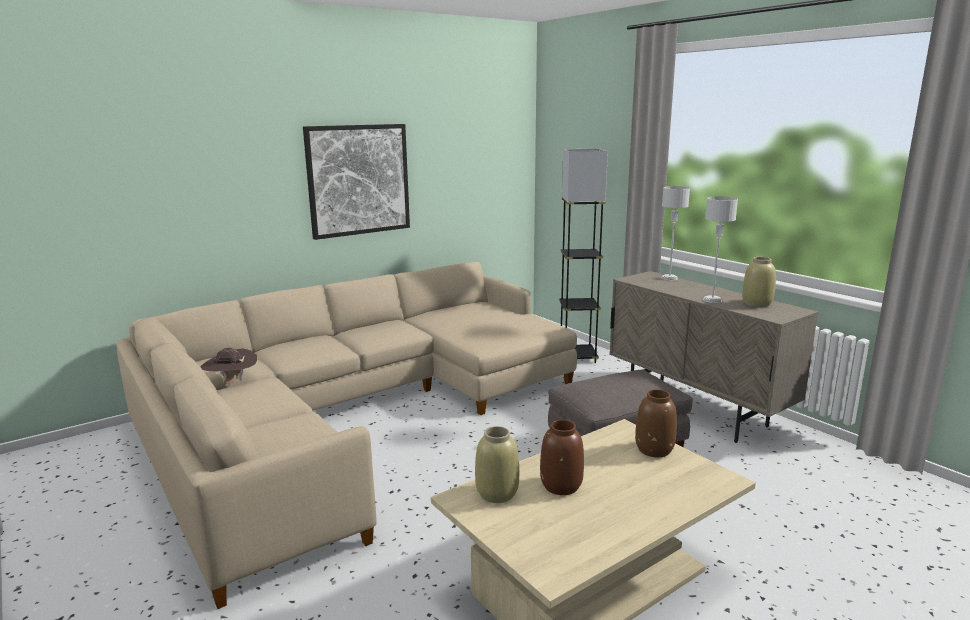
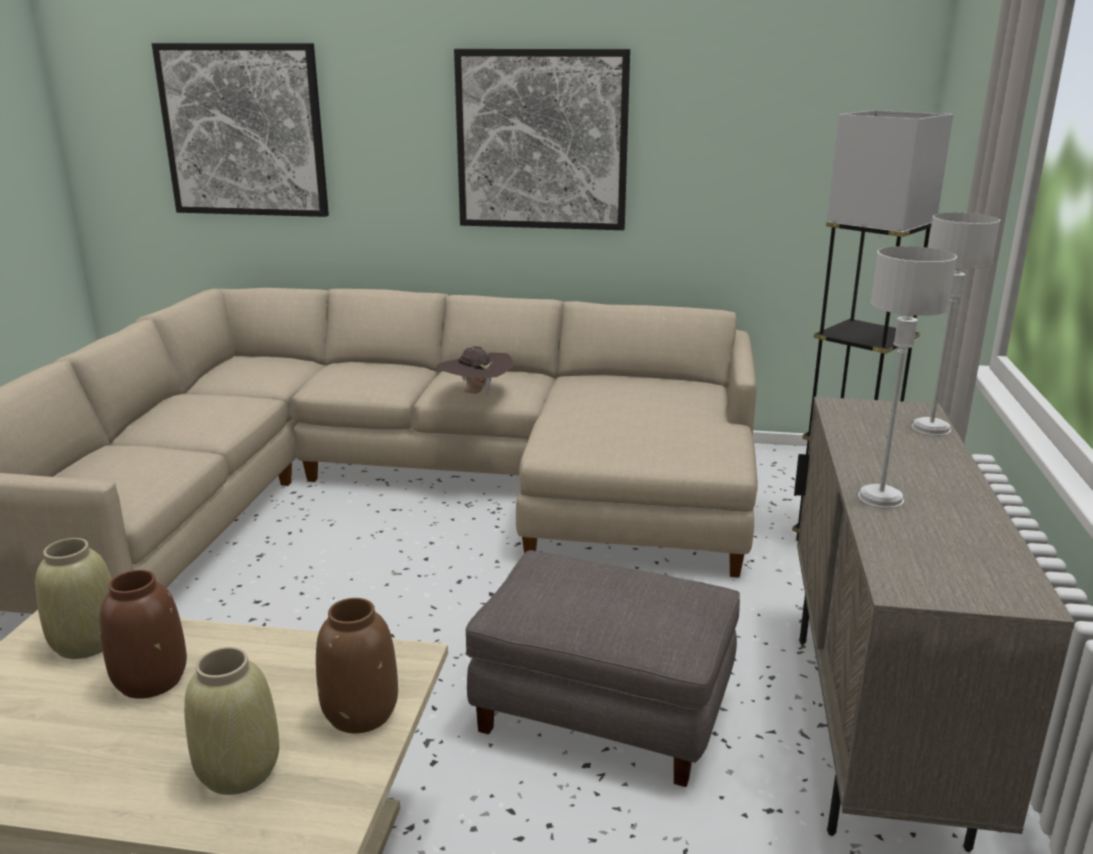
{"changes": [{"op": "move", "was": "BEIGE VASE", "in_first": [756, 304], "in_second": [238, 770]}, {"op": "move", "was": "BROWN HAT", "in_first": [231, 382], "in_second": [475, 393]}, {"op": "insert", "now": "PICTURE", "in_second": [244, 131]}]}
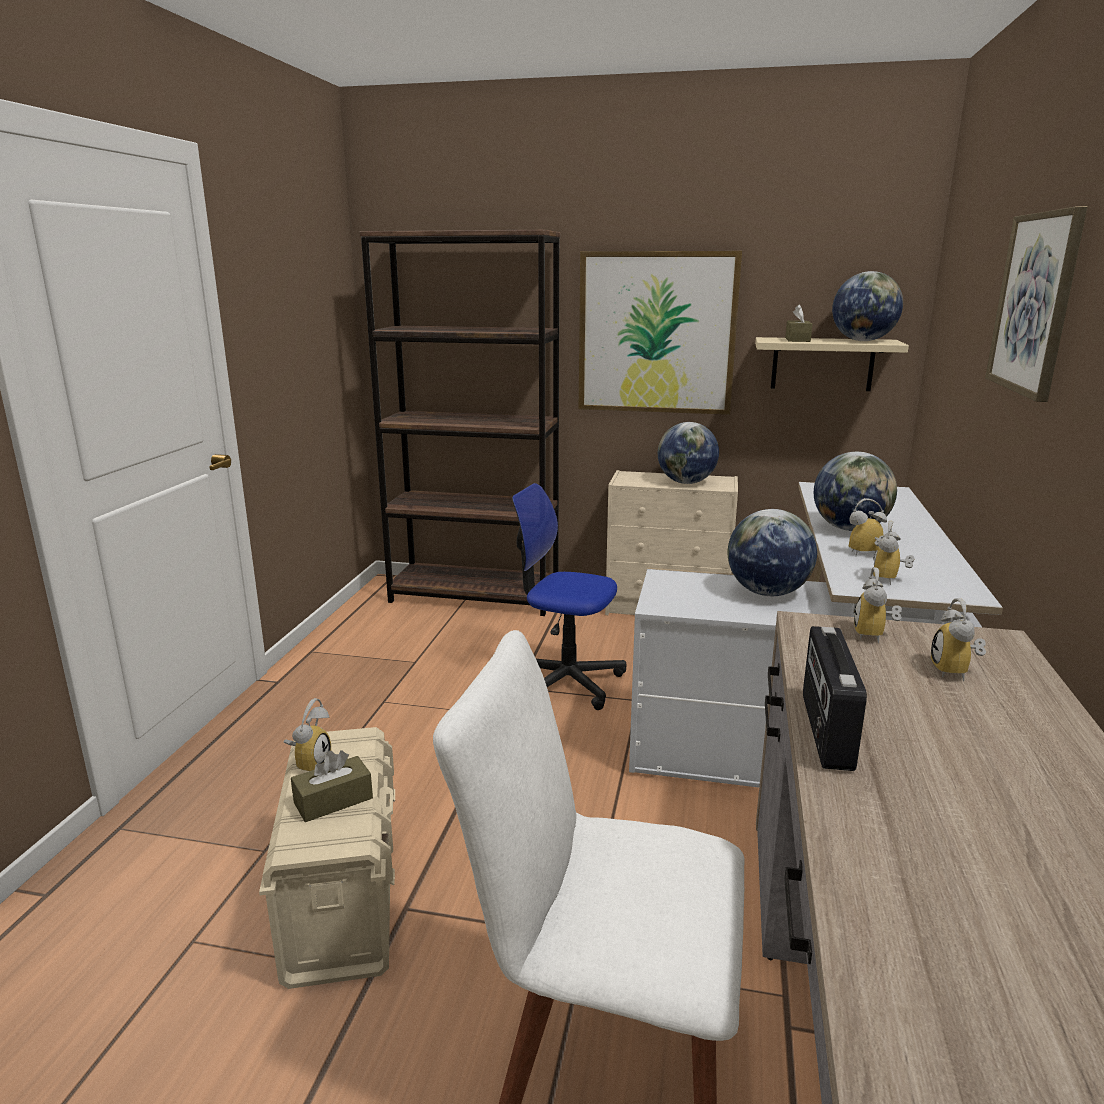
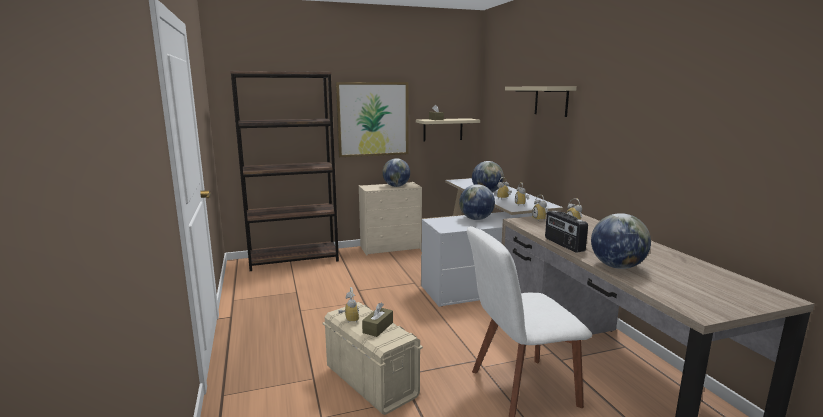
{"changes": [{"op": "replace", "was": "PICTURE", "now": "BEIGE SHELF", "in_first": [1035, 303], "in_second": [551, 101]}, {"op": "move", "was": "GLOBE", "in_first": [863, 341], "in_second": [617, 266]}, {"op": "delete", "was": "OFFICE CHAIR", "in_first": [565, 682]}]}
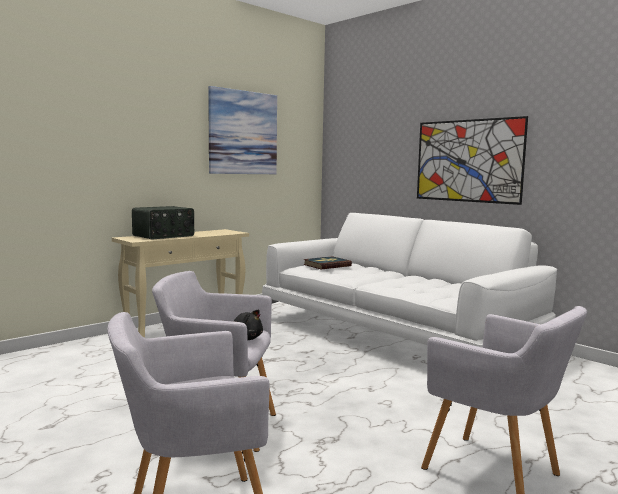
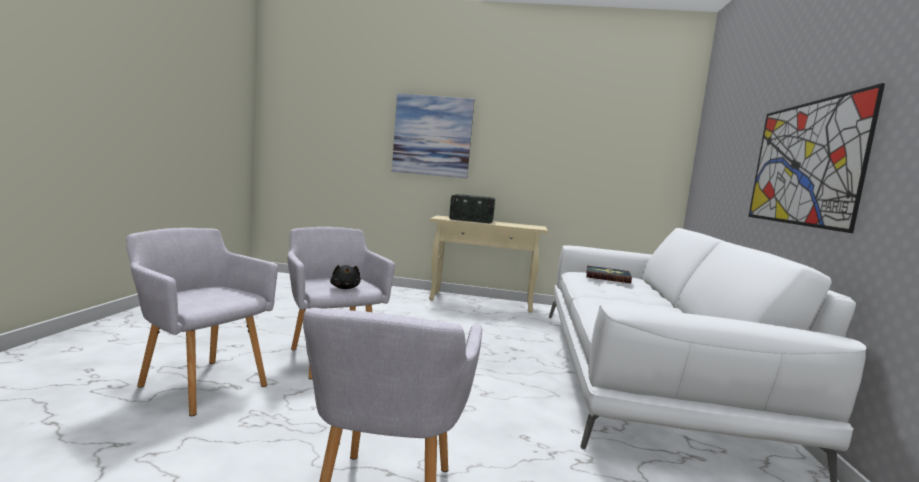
{"changes": [{"op": "move", "was": "PICTURE", "in_first": [243, 133], "in_second": [432, 136]}]}
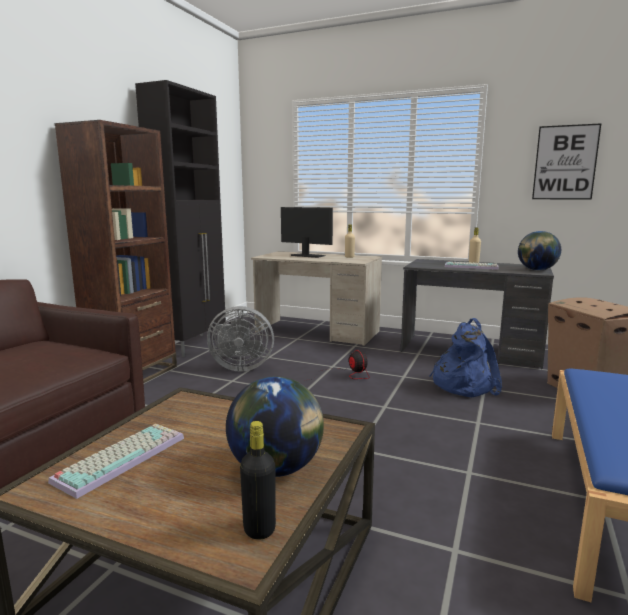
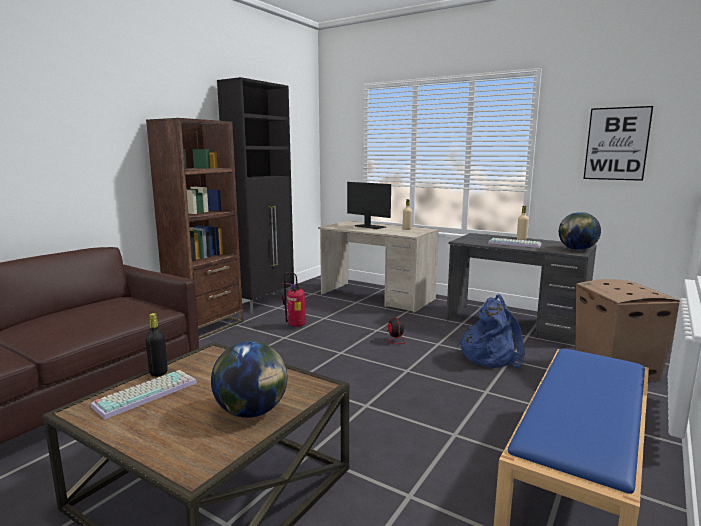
{"changes": [{"op": "replace", "was": "GREY FAN", "now": "FIRE EXTINGUISHER", "in_first": [240, 367], "in_second": [296, 326]}, {"op": "move", "was": "BLACK BOTTLE", "in_first": [259, 529], "in_second": [158, 373]}]}
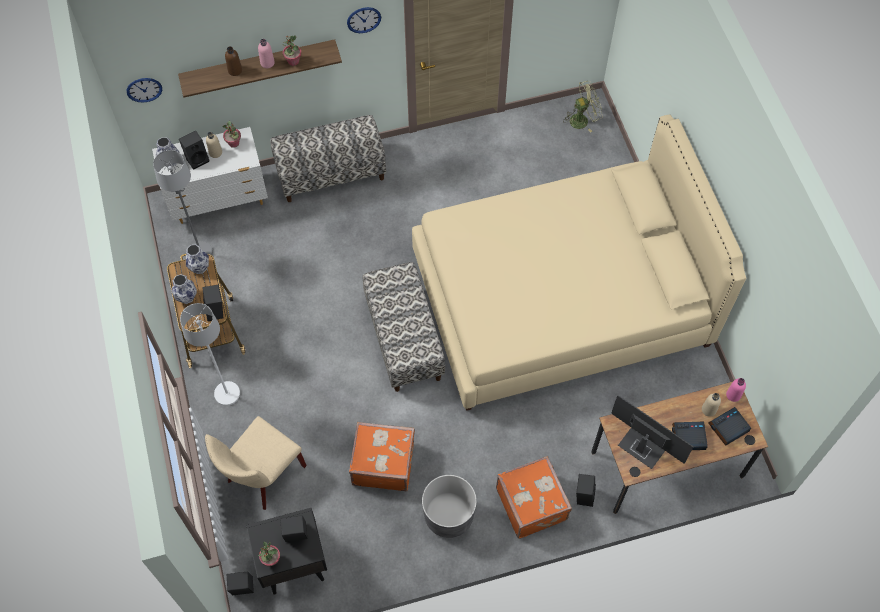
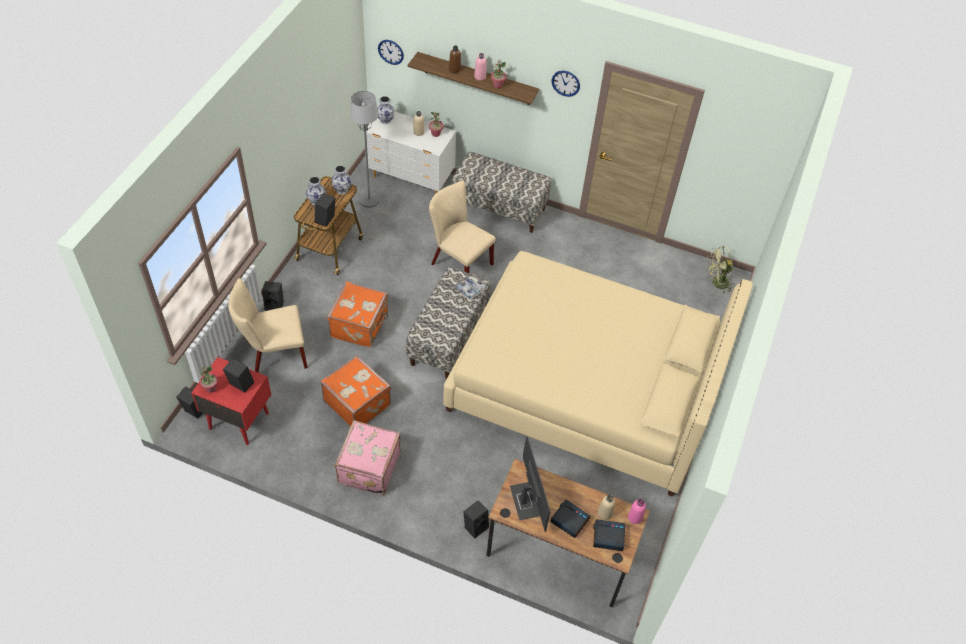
{"changes": [{"op": "rotate", "was": "GREEN FAN", "in_first": [582, 119], "in_second": [716, 283], "clockwise": 150}, {"op": "move", "was": "BLACK SPEAKER", "in_first": [197, 158], "in_second": [275, 305]}, {"op": "delete", "was": "WHITE FLOOR LAMP", "in_first": [227, 393]}, {"op": "move", "was": "ORANGE SUITCASE", "in_first": [532, 503], "in_second": [360, 325]}, {"op": "replace", "was": "GREY PLANTER", "now": "PINK SUITCASE", "in_first": [448, 515], "in_second": [368, 467]}, {"op": "recolor", "was": "BLACK NIGHTSTAND", "now": "RED NIGHTSTAND", "in_first": [292, 564], "in_second": [238, 420]}, {"op": "insert", "now": "BEIGE CHAIR", "in_second": [458, 263]}, {"op": "insert", "now": "TRAY", "in_second": [470, 288]}]}
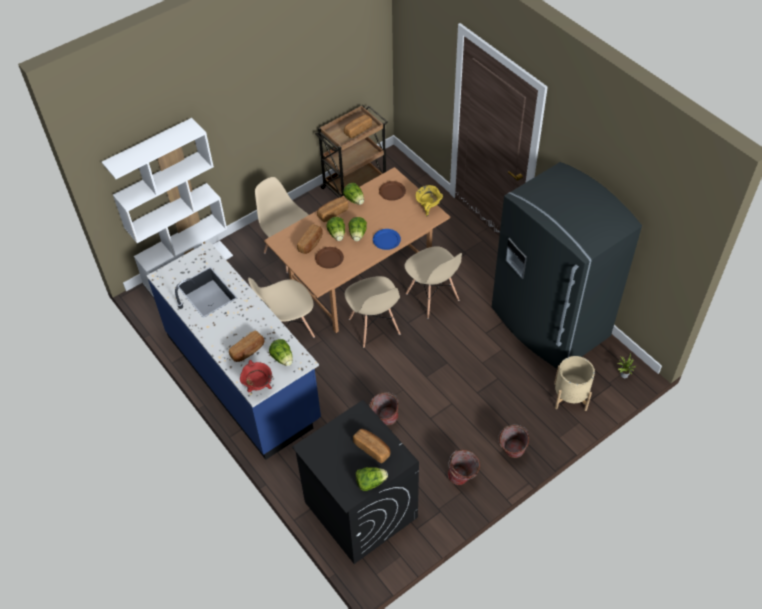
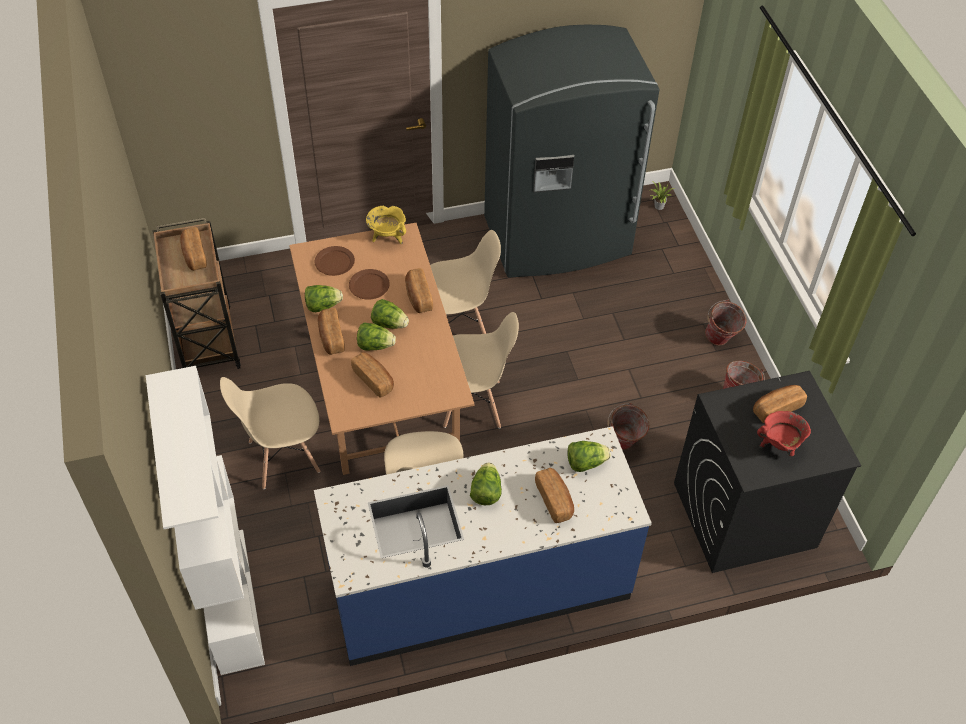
{"changes": [{"op": "replace", "was": "BLUE PLATE", "now": "BREAD", "in_first": [387, 240], "in_second": [418, 297]}, {"op": "move", "was": "BROWN PLATE", "in_first": [329, 258], "in_second": [369, 286]}, {"op": "delete", "was": "BEIGE PLANTER", "in_first": [570, 396]}, {"op": "move", "was": "RED COOKING POT", "in_first": [258, 386], "in_second": [779, 446]}, {"op": "move", "was": "LETTUCE", "in_first": [370, 482], "in_second": [485, 492]}]}
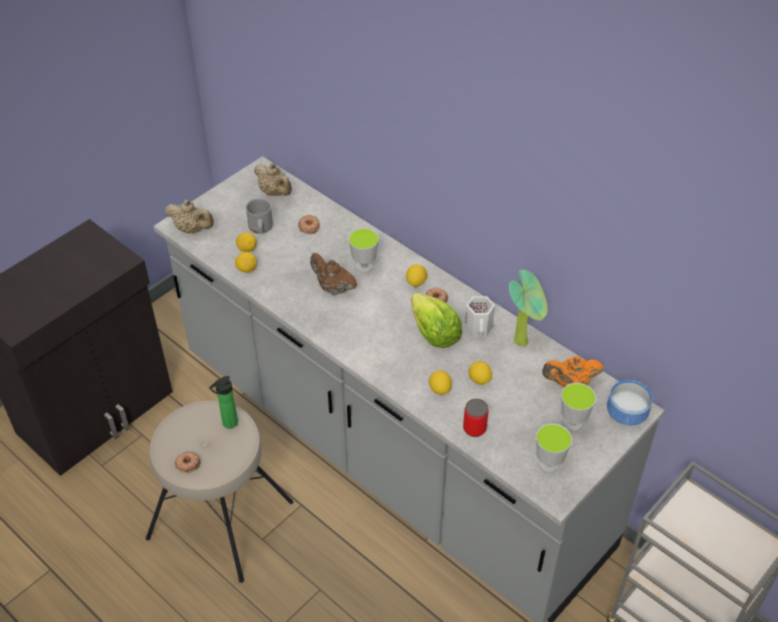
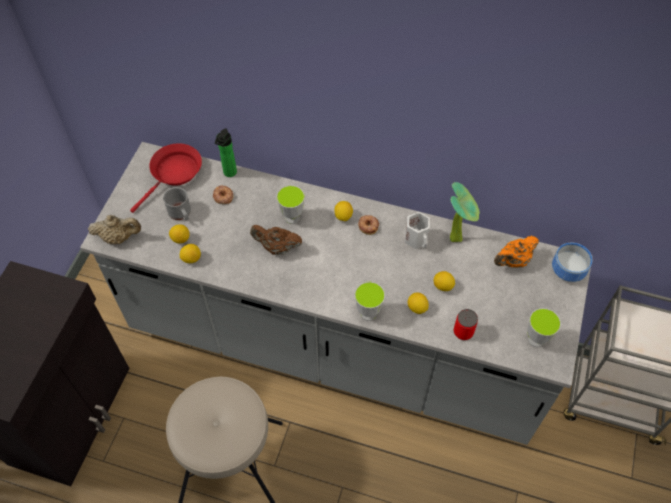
{"changes": [{"op": "replace", "was": "BEIGE TEAPOT", "now": "RED FRYING PAN", "in_first": [275, 192], "in_second": [174, 174]}, {"op": "delete", "was": "LETTUCE", "in_first": [433, 333]}, {"op": "move", "was": "BOTTLE", "in_first": [228, 424], "in_second": [229, 174]}, {"op": "move", "was": "CUP", "in_first": [572, 423], "in_second": [368, 313]}, {"op": "delete", "was": "DONUT", "in_first": [187, 463]}]}
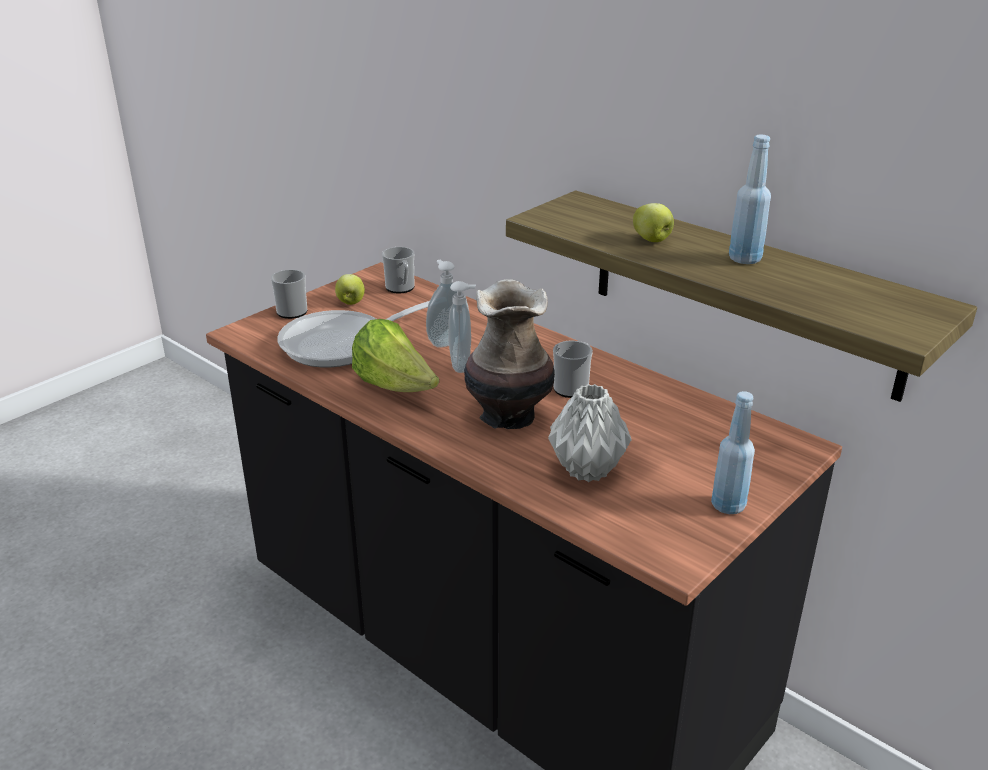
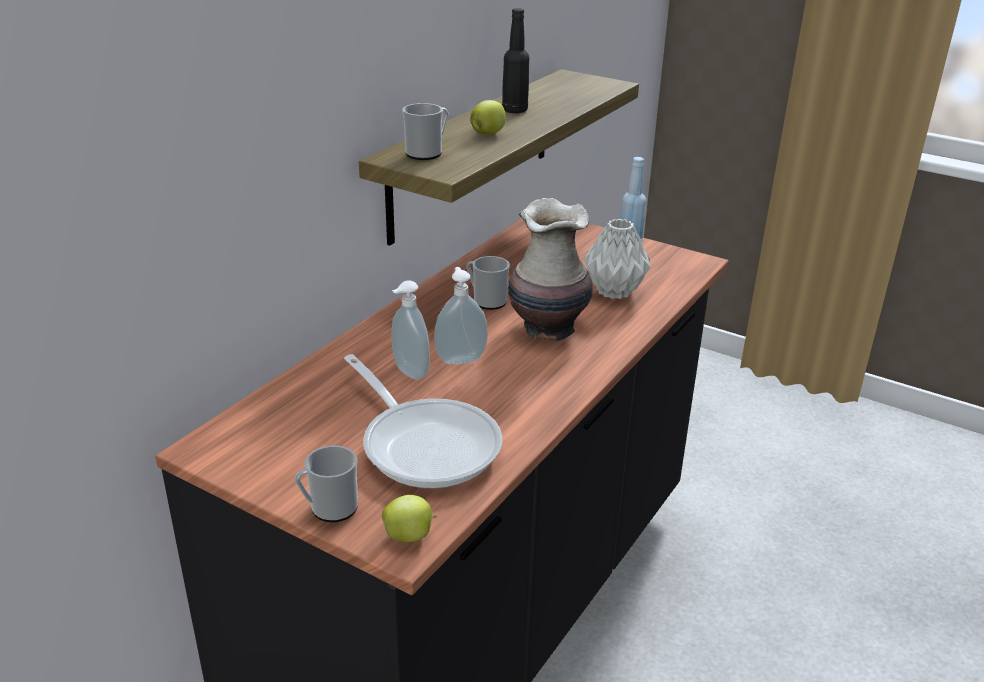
{"changes": [{"op": "recolor", "was": "BLUE BOTTLE", "now": "BLACK BOTTLE", "in_first": [744, 259], "in_second": [515, 110]}, {"op": "move", "was": "MUG", "in_first": [401, 288], "in_second": [427, 153]}, {"op": "move", "was": "APPLE", "in_first": [351, 302], "in_second": [410, 536]}, {"op": "delete", "was": "LETTUCE", "in_first": [395, 386]}]}
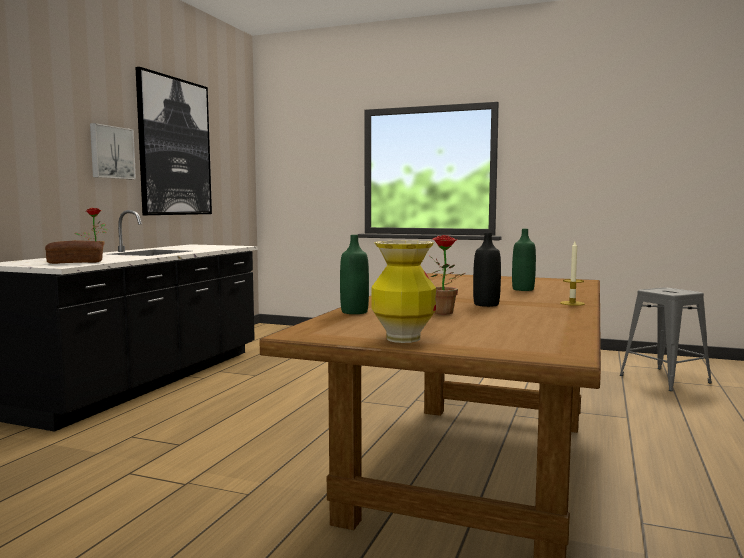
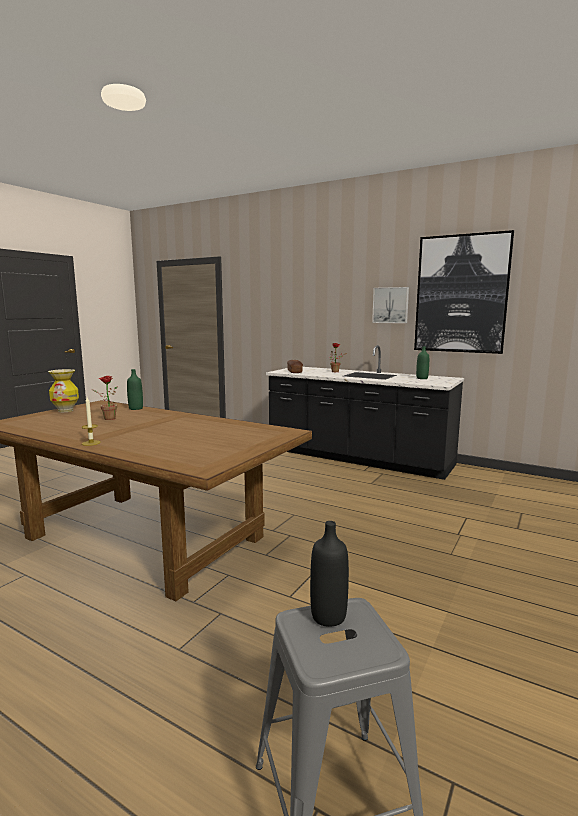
{"changes": [{"op": "move", "was": "GREEN BOTTLE", "in_first": [523, 289], "in_second": [422, 378]}, {"op": "move", "was": "BLACK BOTTLE", "in_first": [486, 304], "in_second": [328, 616]}]}
